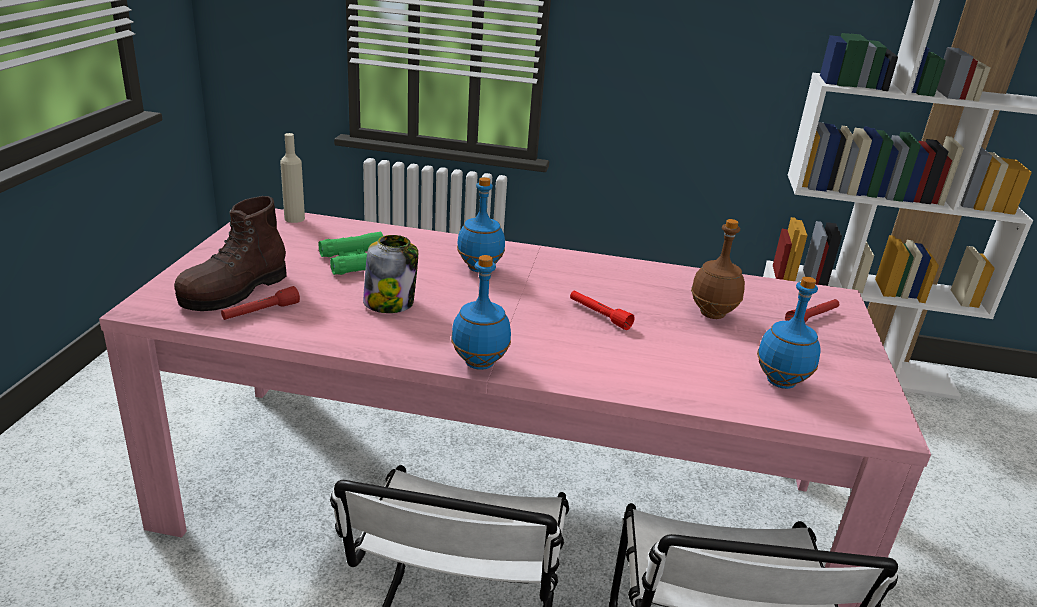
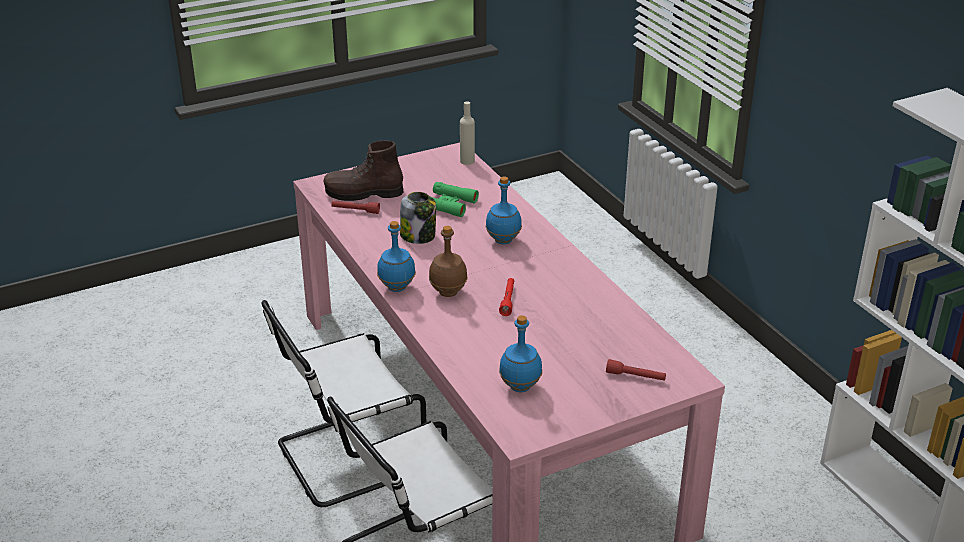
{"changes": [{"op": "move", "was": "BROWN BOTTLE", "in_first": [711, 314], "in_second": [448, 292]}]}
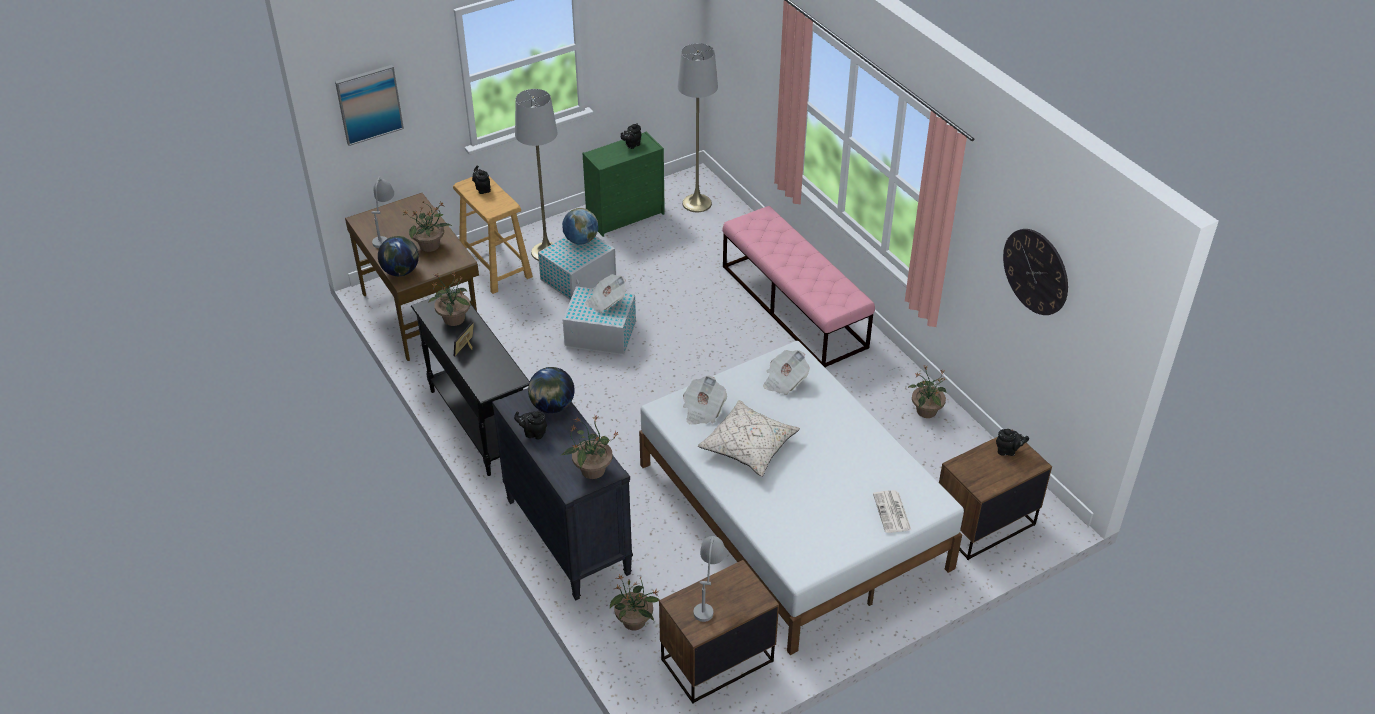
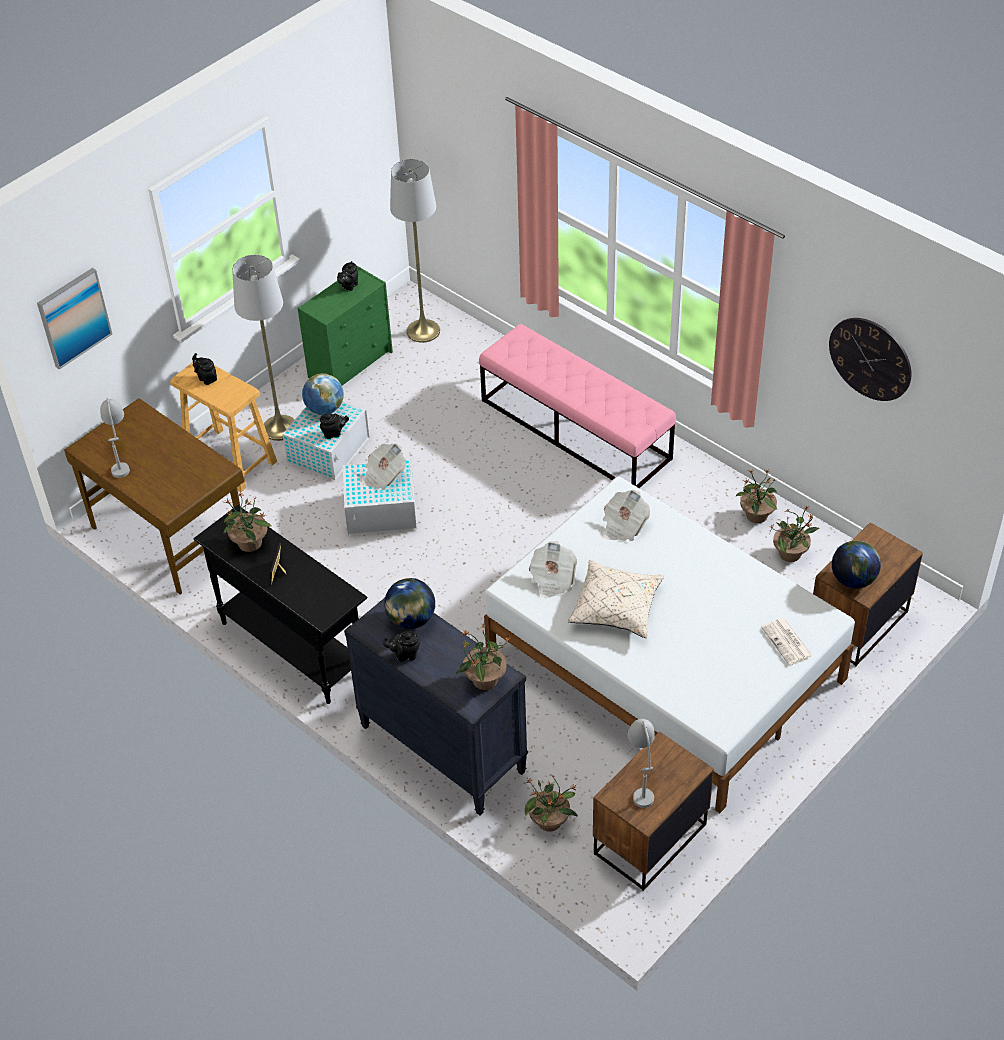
{"changes": [{"op": "move", "was": "POTTED PLANT", "in_first": [430, 245], "in_second": [791, 553]}, {"op": "move", "was": "GLOBE", "in_first": [401, 271], "in_second": [853, 579]}, {"op": "move", "was": "BLACK TEAPOT", "in_first": [1008, 451], "in_second": [334, 433]}]}
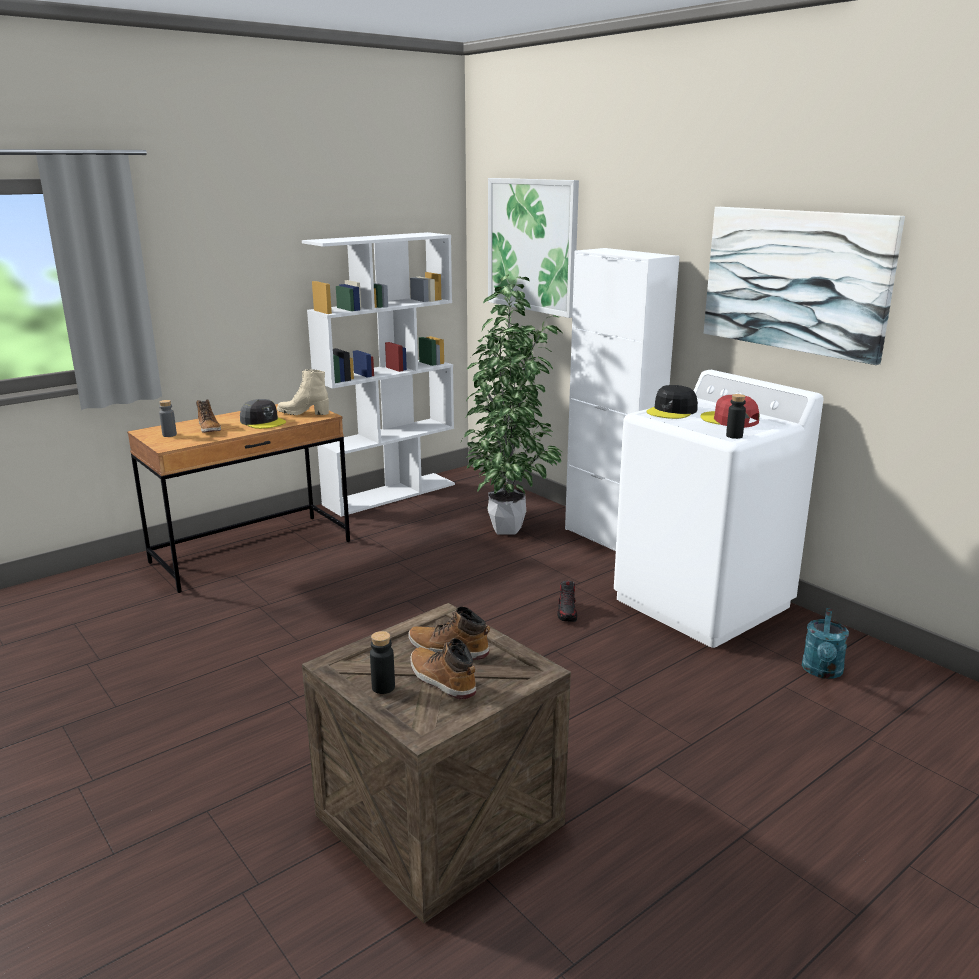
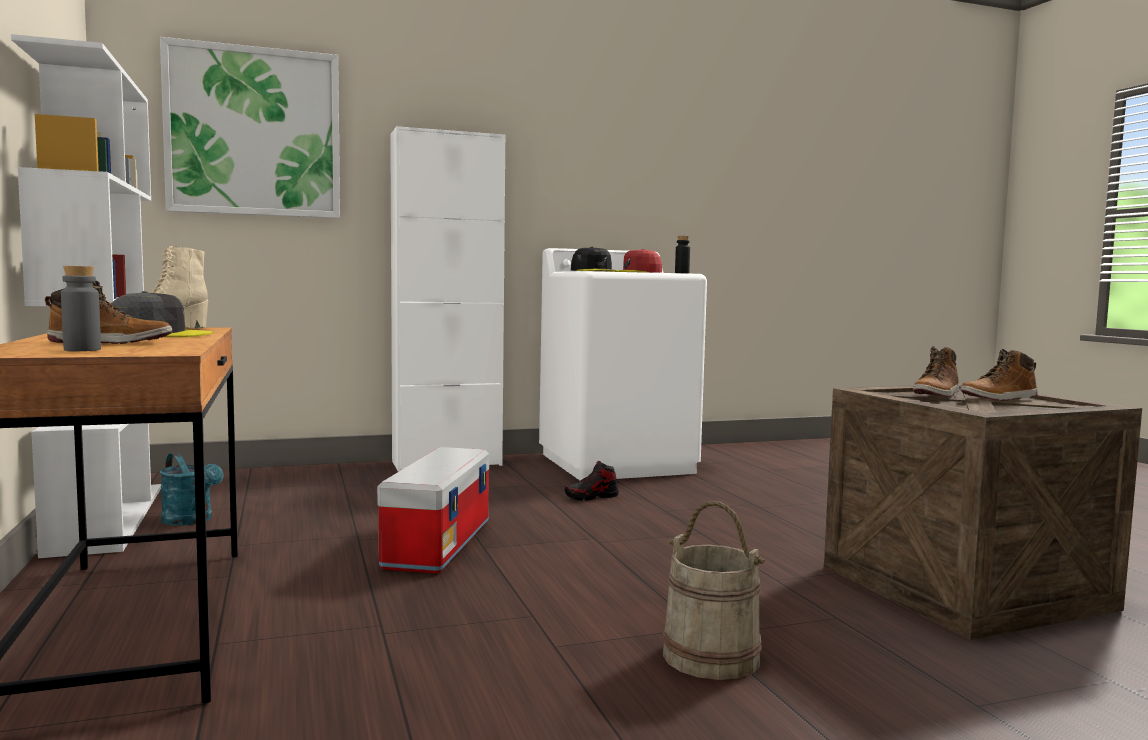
{"changes": [{"op": "delete", "was": "PICTURE", "in_first": [795, 280]}, {"op": "delete", "was": "POTTED PLANT", "in_first": [511, 529]}, {"op": "rotate", "was": "SHOE", "in_first": [567, 612], "in_second": [591, 497], "clockwise": 135}, {"op": "move", "was": "TURQUOISE WATERING CAN", "in_first": [822, 672], "in_second": [191, 520]}, {"op": "delete", "was": "BLACK BOTTLE", "in_first": [383, 687]}, {"op": "insert", "now": "STORAGE BOX", "in_second": [438, 543]}, {"op": "insert", "now": "BEIGE BUCKET", "in_second": [710, 657]}]}
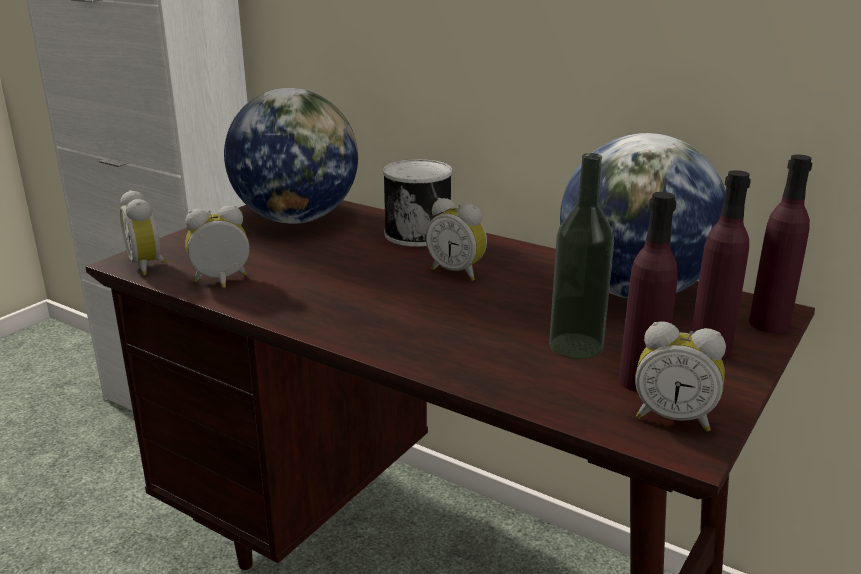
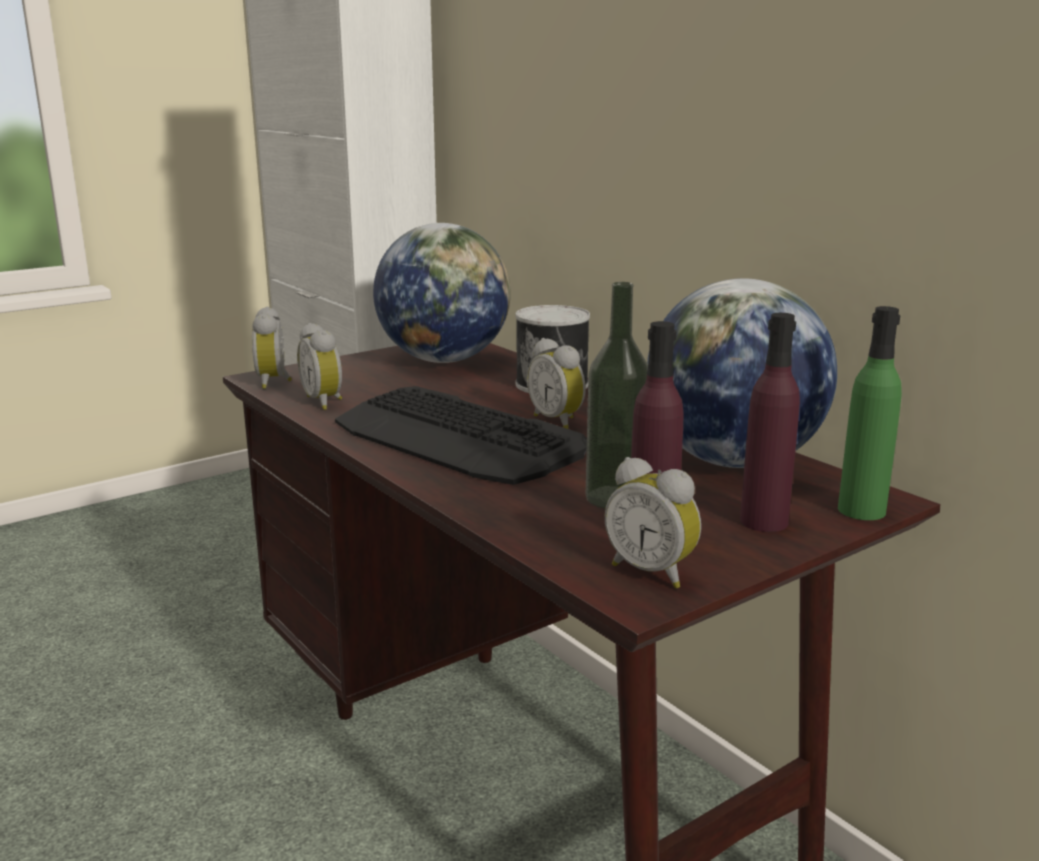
{"changes": [{"op": "recolor", "was": "PURPLE BOTTLE", "now": "GREEN BOTTLE", "in_first": [769, 324], "in_second": [861, 510]}, {"op": "rotate", "was": "ALARM CLOCK", "in_first": [221, 282], "in_second": [325, 402], "clockwise": -120}, {"op": "insert", "now": "KEYBOARD", "in_second": [457, 438]}]}
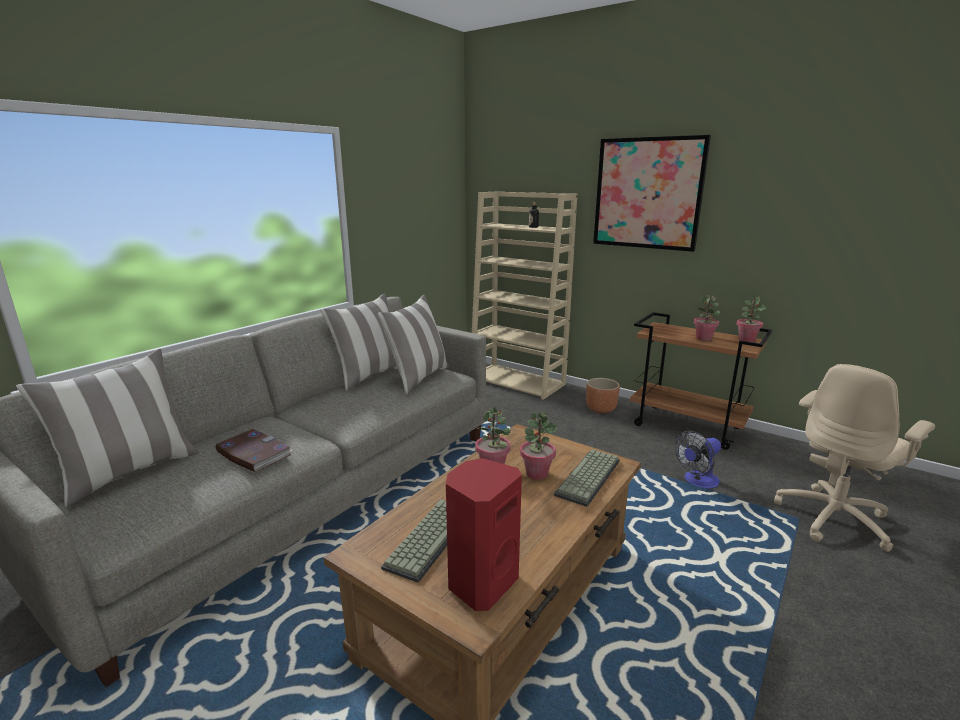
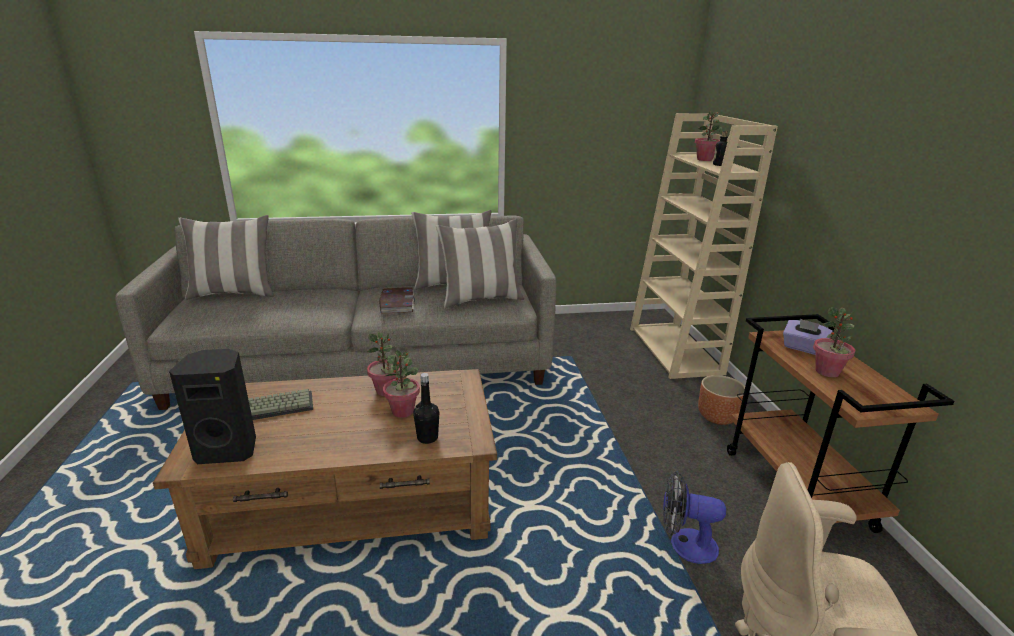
{"changes": [{"op": "delete", "was": "PICTURE", "in_first": [647, 193]}, {"op": "move", "was": "POTTED PLANT", "in_first": [746, 340], "in_second": [704, 159]}, {"op": "move", "was": "BOOK", "in_first": [253, 453], "in_second": [397, 303]}, {"op": "replace", "was": "KEYBOARD", "now": "BLACK BOTTLE", "in_first": [589, 478], "in_second": [427, 438]}, {"op": "recolor", "was": "RED SPEAKER", "now": "BLACK SPEAKER", "in_first": [481, 583], "in_second": [228, 449]}, {"op": "insert", "now": "PURPLE TISSUE BOX", "in_second": [803, 348]}]}
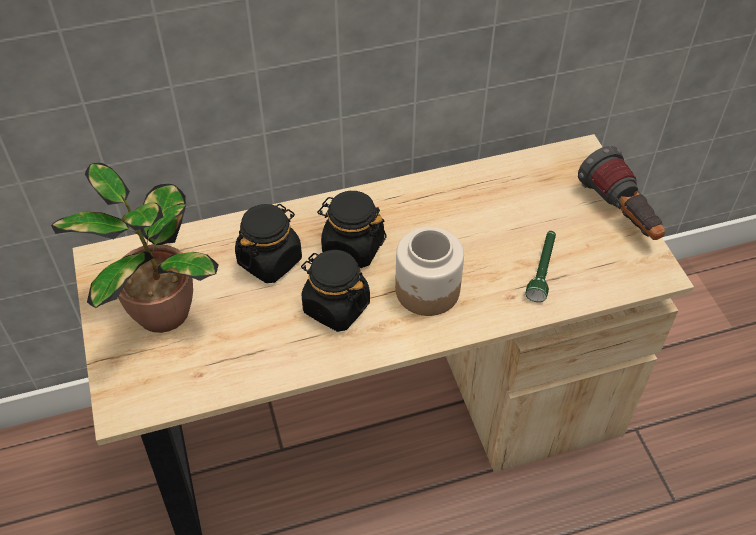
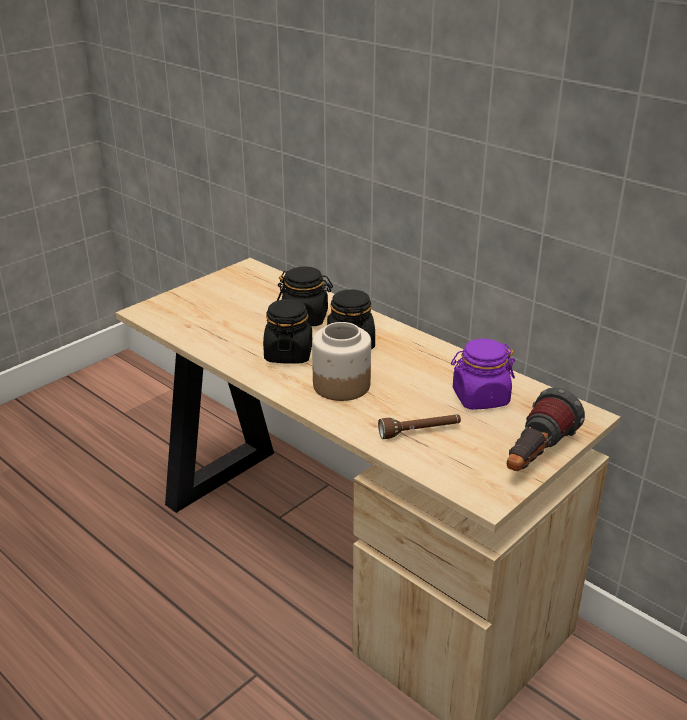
{"changes": [{"op": "delete", "was": "POTTED PLANT", "in_first": [160, 309]}, {"op": "recolor", "was": "GREEN FLASHLIGHT", "now": "BROWN FLASHLIGHT", "in_first": [542, 270], "in_second": [420, 432]}, {"op": "insert", "now": "PURPLE JAR", "in_second": [480, 398]}]}
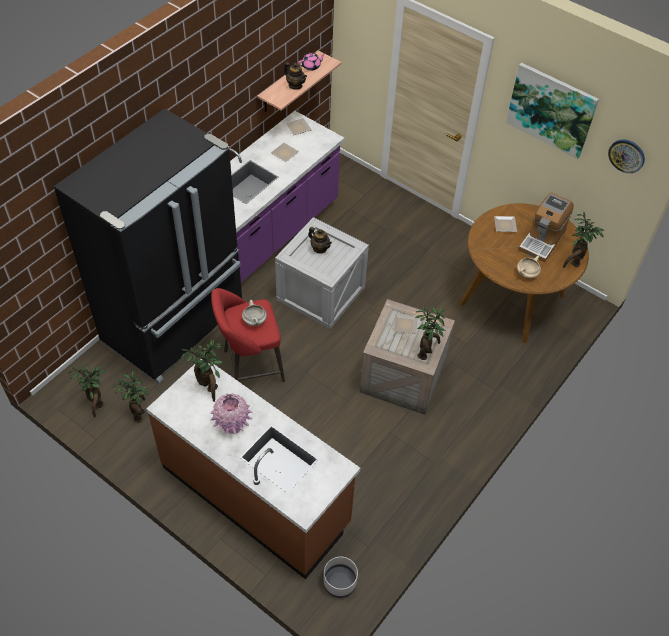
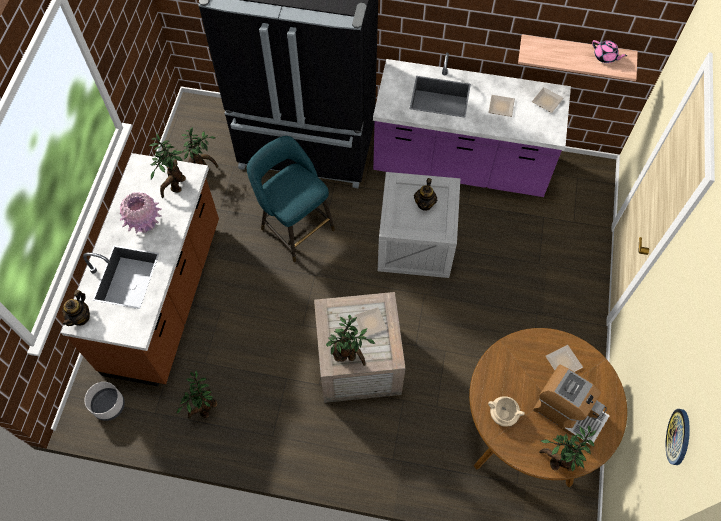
{"changes": [{"op": "move", "was": "TEAPOT", "in_first": [295, 85], "in_second": [80, 317]}, {"op": "delete", "was": "PICTURE", "in_first": [551, 109]}, {"op": "rotate", "was": "COFFEE MACHINE", "in_first": [542, 240], "in_second": [568, 412], "clockwise": -150}, {"op": "recolor", "was": "RED STOOL", "now": "TURQUOISE STOOL", "in_first": [250, 367], "in_second": [295, 227]}, {"op": "delete", "was": "WHITE COOKING POT", "in_first": [255, 321]}, {"op": "move", "was": "POTTED PLANT", "in_first": [96, 403], "in_second": [205, 410]}]}
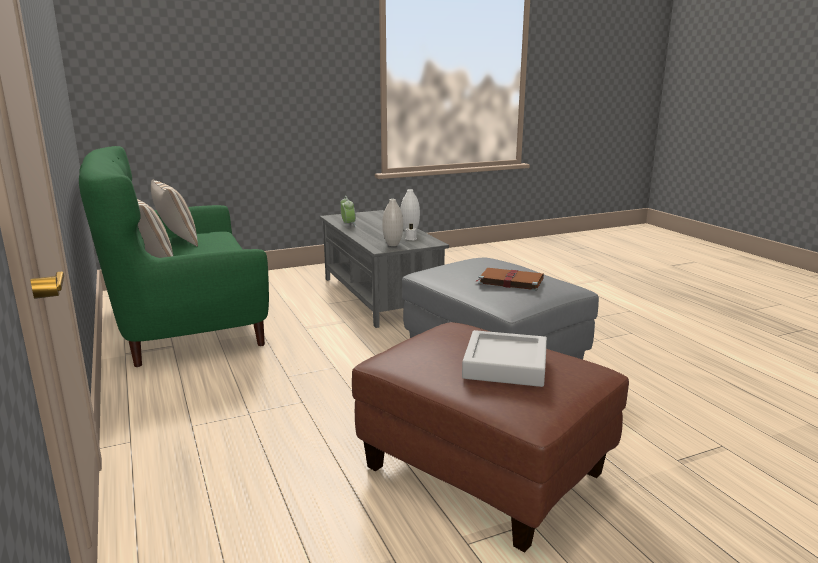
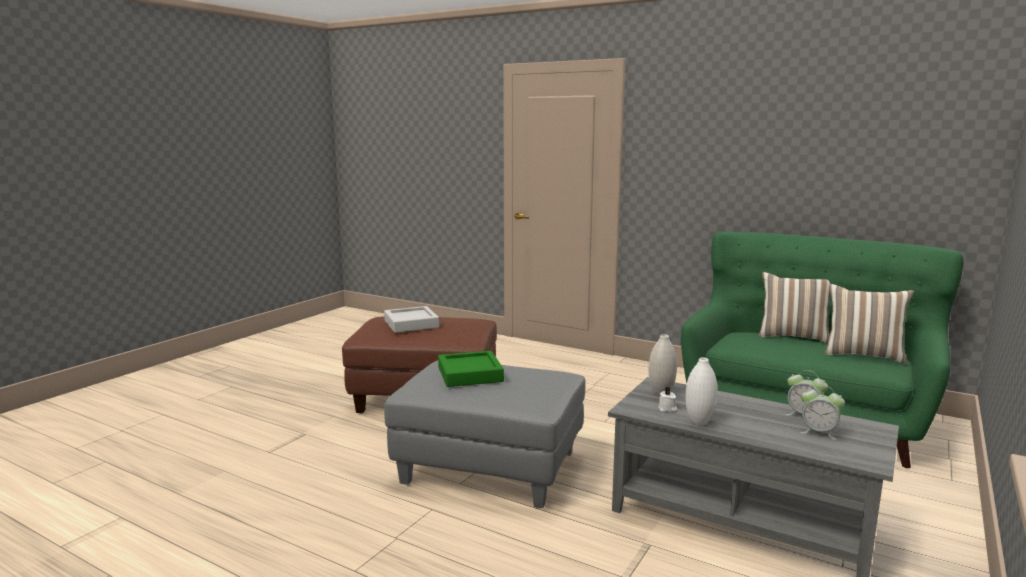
{"changes": [{"op": "replace", "was": "BROWN BOOK", "now": "GREEN TRAY", "in_first": [509, 281], "in_second": [470, 374]}, {"op": "insert", "now": "ALARM CLOCK", "in_second": [818, 432]}]}
